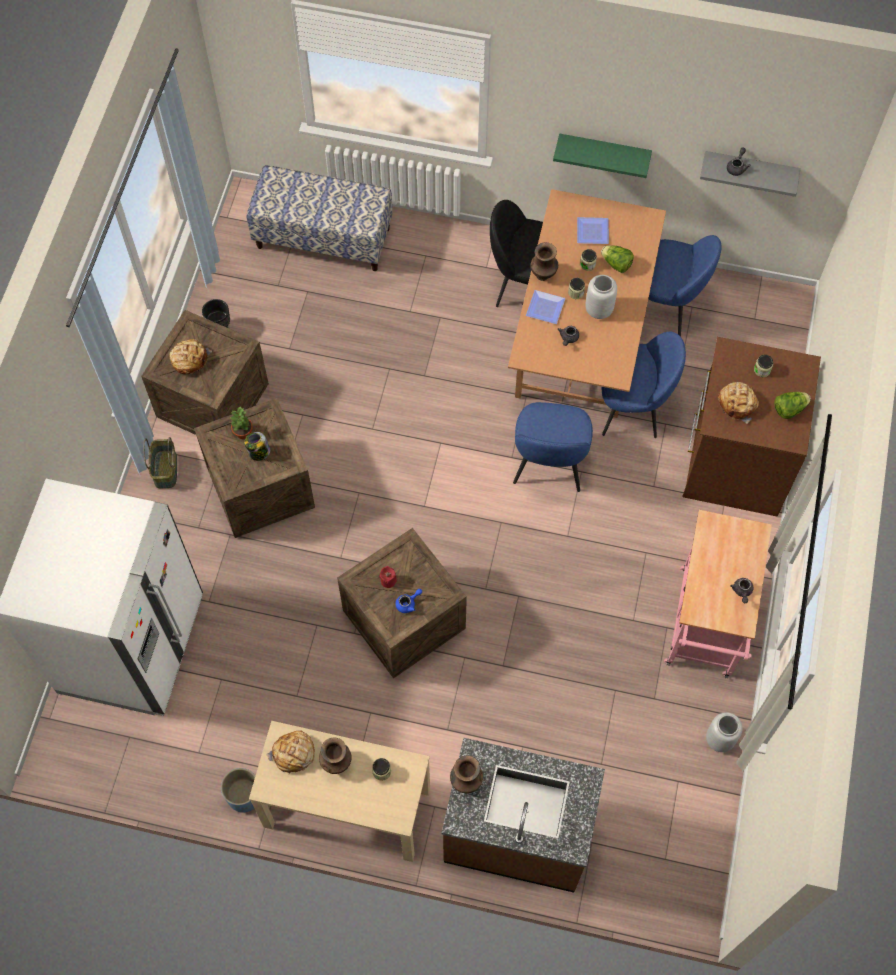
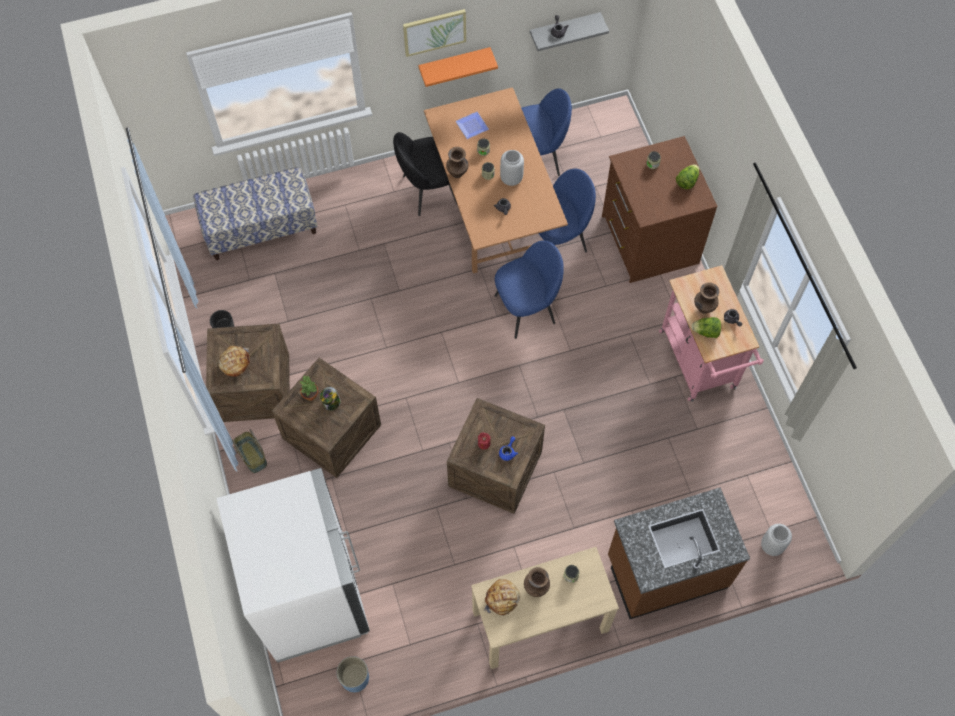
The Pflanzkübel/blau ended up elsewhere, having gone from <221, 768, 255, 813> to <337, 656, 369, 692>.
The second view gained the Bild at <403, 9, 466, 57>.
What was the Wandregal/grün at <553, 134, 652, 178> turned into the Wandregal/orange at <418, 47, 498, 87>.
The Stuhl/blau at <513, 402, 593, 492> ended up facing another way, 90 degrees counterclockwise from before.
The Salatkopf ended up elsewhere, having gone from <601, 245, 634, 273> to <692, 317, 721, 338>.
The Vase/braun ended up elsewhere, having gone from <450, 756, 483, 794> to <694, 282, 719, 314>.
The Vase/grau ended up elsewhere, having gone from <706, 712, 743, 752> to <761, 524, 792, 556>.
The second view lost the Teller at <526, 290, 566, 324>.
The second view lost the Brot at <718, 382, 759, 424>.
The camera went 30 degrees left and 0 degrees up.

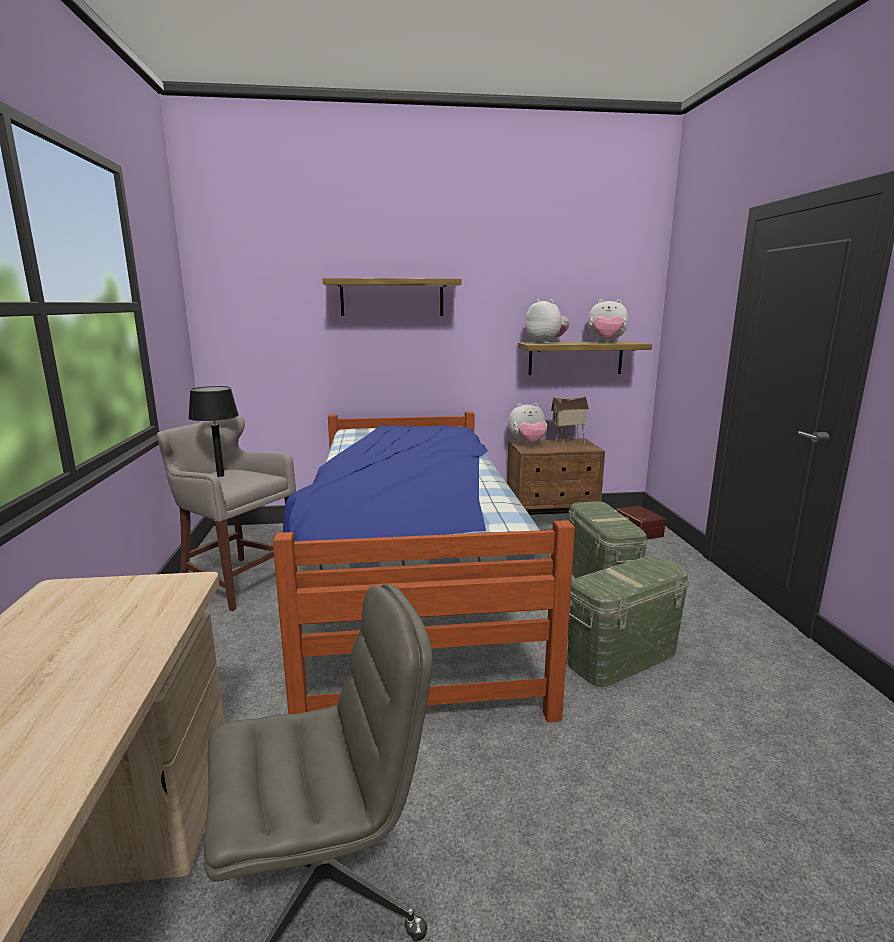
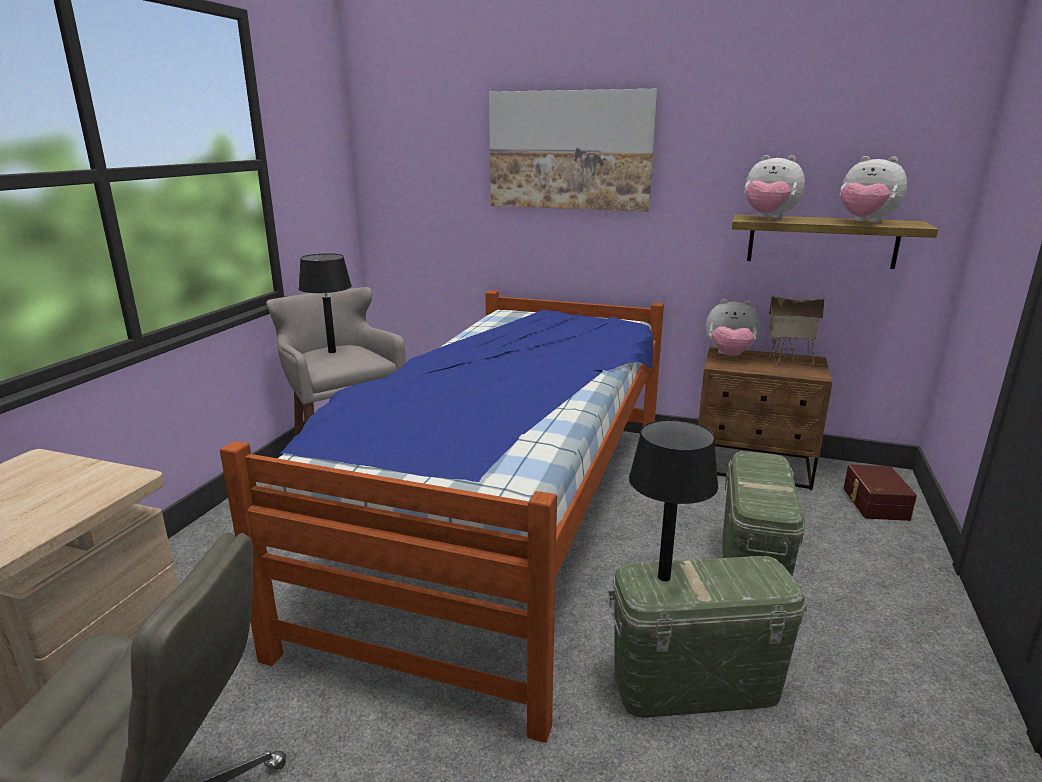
Where the Wandregal hung at <322, 278, 461, 316>, the Bild came to hang at <489, 89, 657, 211>.
The second view gained the Tischlampe/schwarz at <629, 420, 719, 581>.
The Plüschtier at <525, 299, 569, 344> ended up facing another way, 135 degrees clockwise from before.
The camera went 25 degrees right and 5 degrees up.

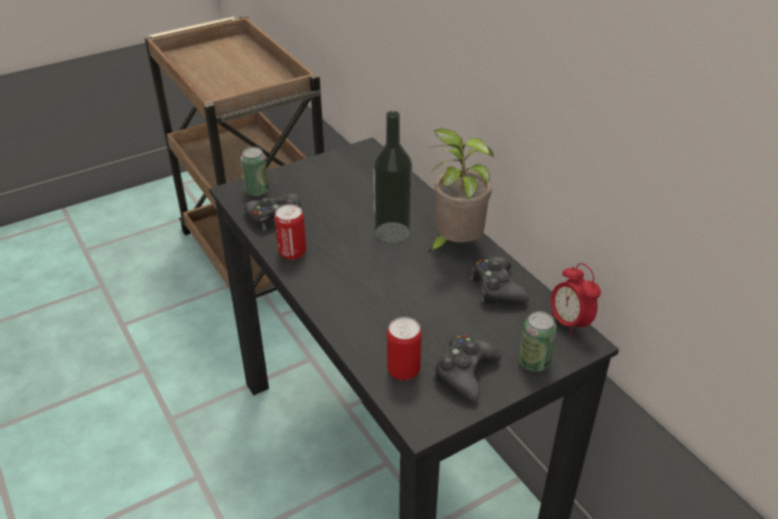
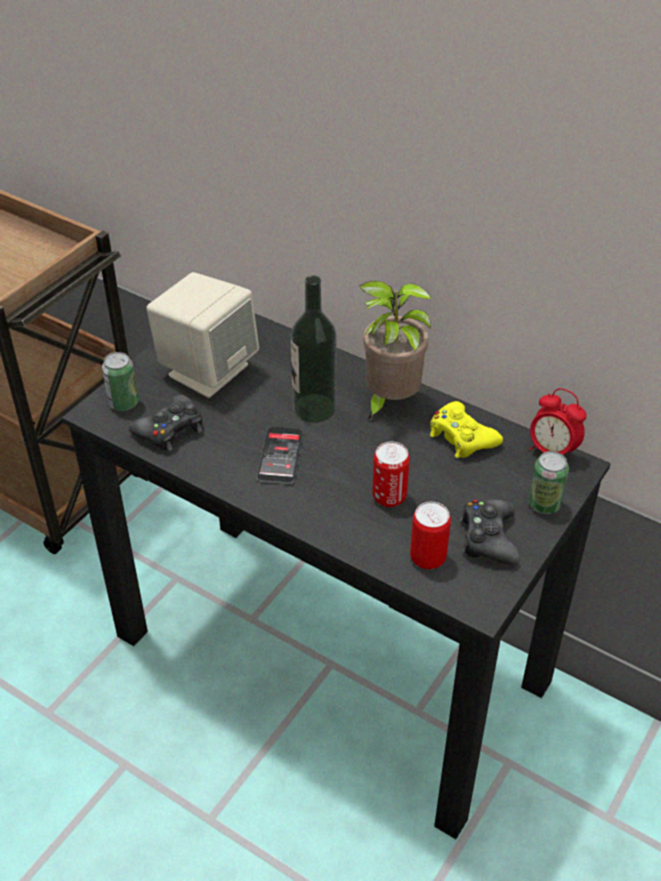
The second view gained the Lautsprecher/beige at <146, 272, 259, 398>.
The second view gained the Handy at <257, 427, 303, 484>.
The Dose ended up elsewhere, having gone from <275, 204, 306, 260> to <372, 442, 410, 507>.
What was the Gamepad/schwarz at <470, 257, 529, 304> turned into the Gamepad/gelb at <430, 401, 503, 458>.
The camera went 25 degrees left and 5 degrees up.

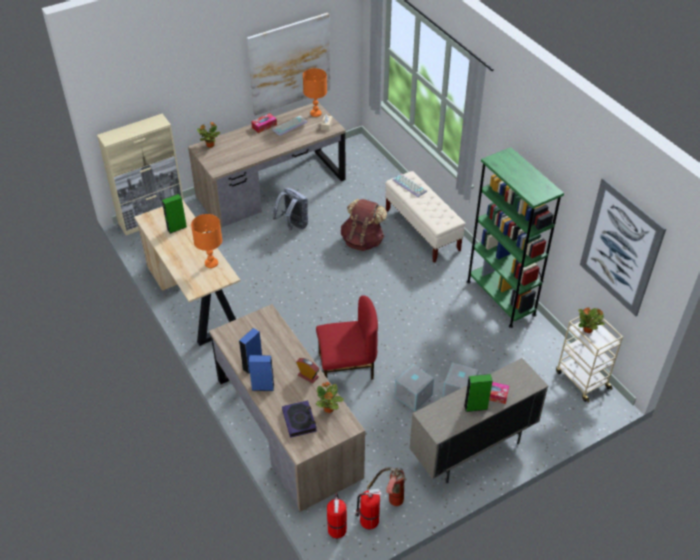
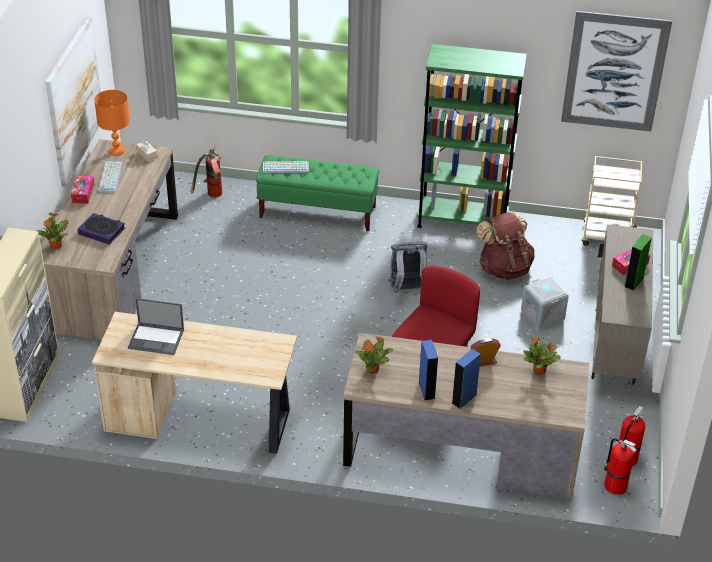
The Buch ended up elsewhere, having gone from <282, 400, 317, 438> to <77, 213, 125, 245>.
Where the Lautsprecher/grün stood at <162, 194, 187, 234>, the Laptop came to stand at <128, 298, 184, 355>.
The Feuerlöscher ended up elsewhere, having gone from <367, 467, 407, 506> to <191, 148, 222, 197>.
What was the Bank/beige at <385, 171, 466, 263> turned into the Bank/grün at <256, 155, 379, 231>.
The Topfpflanze ended up elsewhere, having gone from <578, 308, 605, 333> to <354, 336, 393, 374>.
The Rucksack/grau ended up elsewhere, having gone from <273, 188, 308, 231> to <388, 241, 427, 293>.
The Rucksack/braun ended up elsewhere, having gone from <341, 199, 387, 251> to <476, 212, 535, 280>.
The second view lost the Tischlampe/orange at <191, 214, 222, 268>.
The second view lost the Aufbewahrungsbox/grau at <394, 364, 434, 411>.
The camera went 50 degrees left and 5 degrees down.

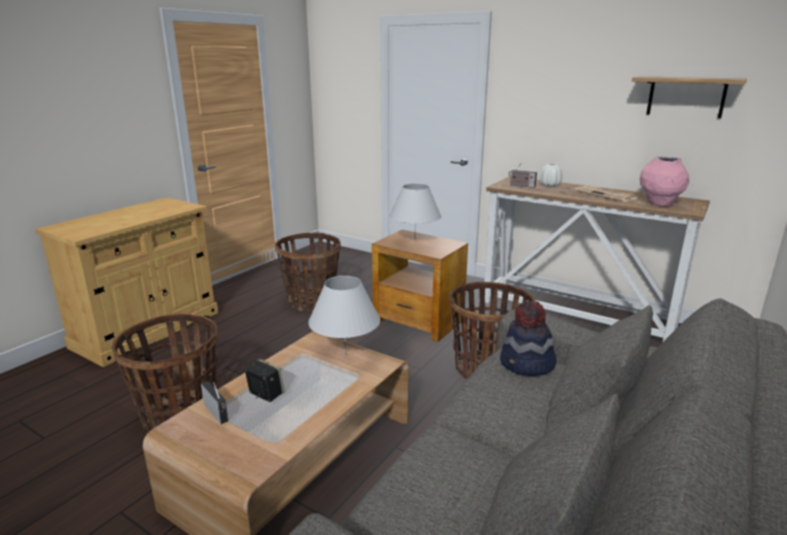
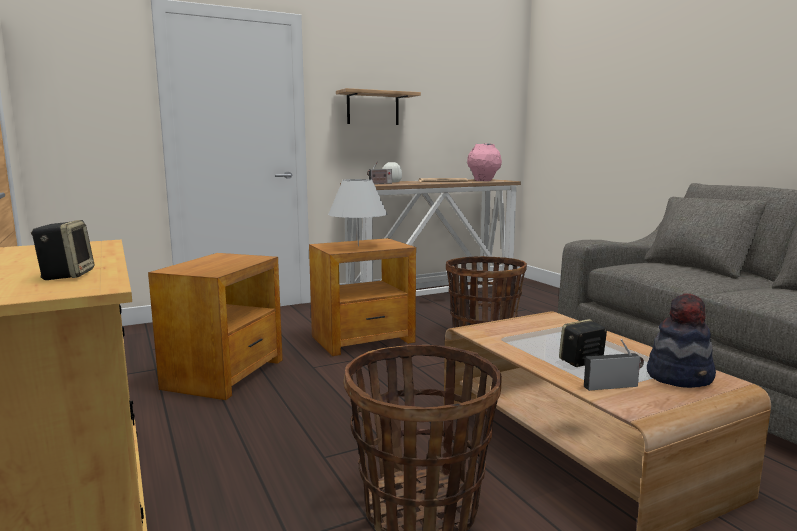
The second view gained the Lautsprecher at <31, 220, 94, 280>.
Where the Korb stood at <275, 233, 341, 311>, the Beistelltisch/braun came to stand at <148, 253, 283, 400>.
The Wandregal ended up elsewhere, having gone from <632, 76, 747, 118> to <336, 88, 421, 125>.
The Hut ended up elsewhere, having gone from <500, 301, 557, 376> to <647, 293, 716, 388>.
The second view lost the Tischlampe/weiß at <308, 276, 380, 355>.
The camera went 60 degrees left and 10 degrees down.

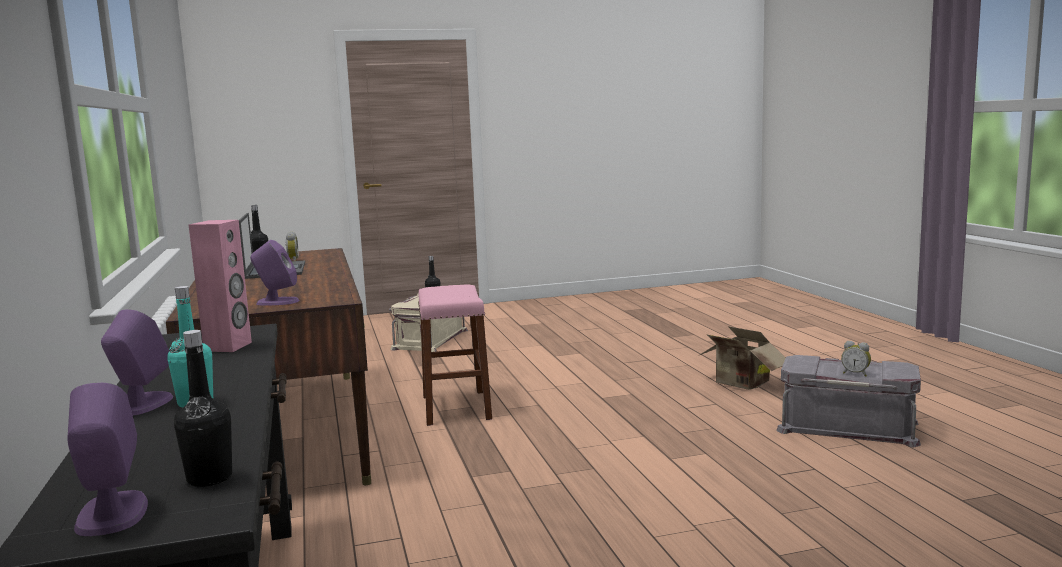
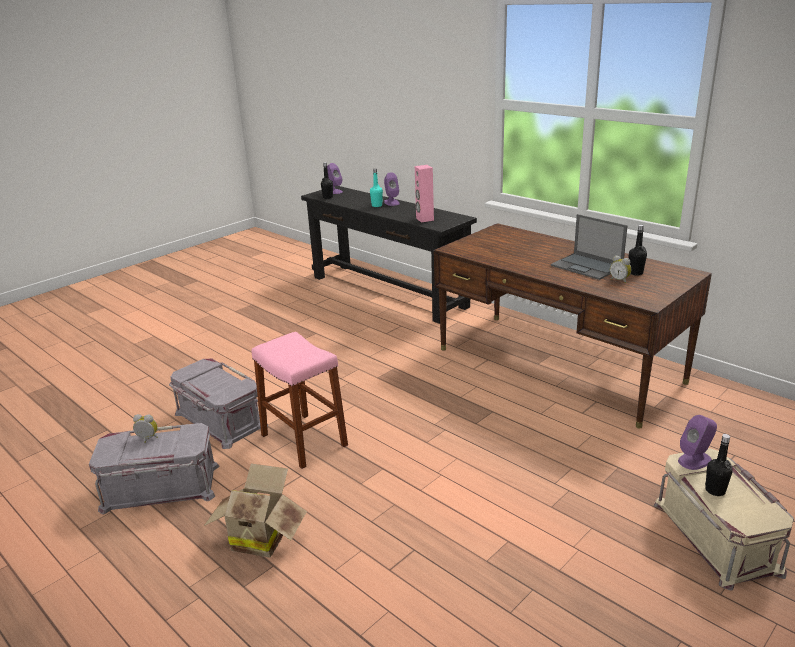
The second view gained the Aufbewahrungsbox/grau at <169, 358, 268, 449>.
The Hocker/rosa ended up elsewhere, having gone from <418, 284, 492, 426> to <252, 332, 348, 469>.
The Lautsprecher/lila ended up elsewhere, having gone from <250, 240, 299, 306> to <678, 415, 717, 470>.
The camera went 150 degrees right and 15 degrees up.

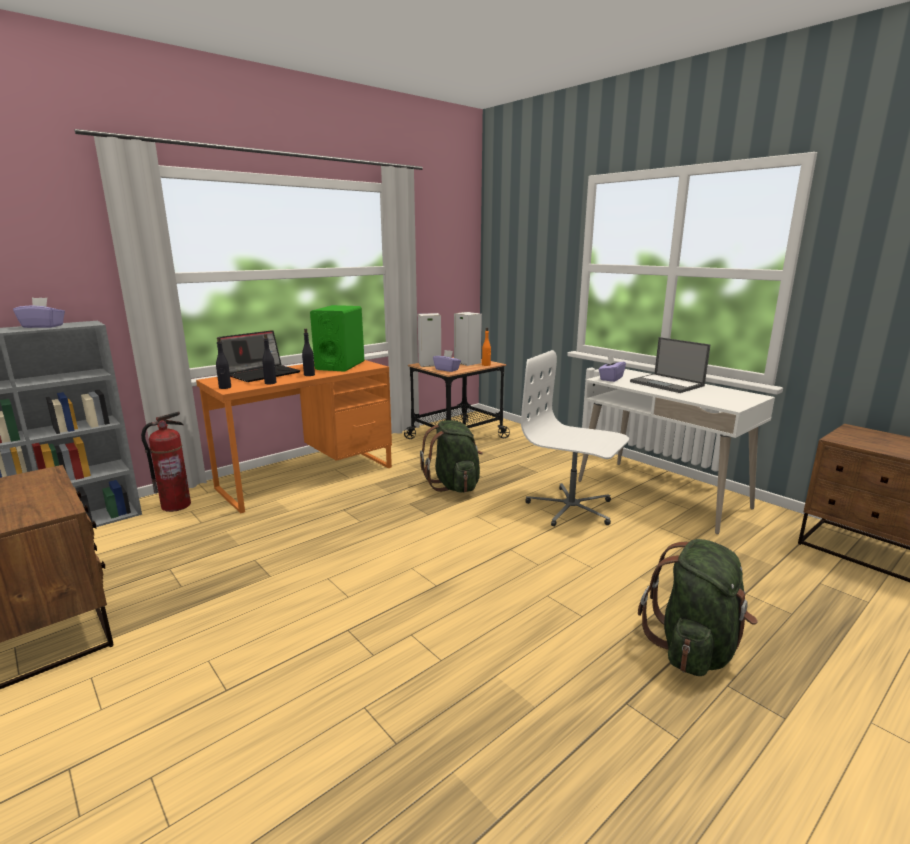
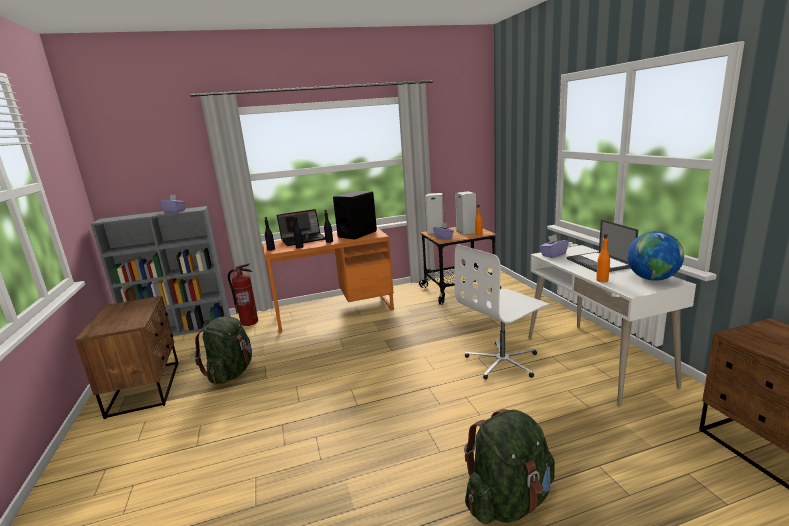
The Rucksack/grün ended up elsewhere, having gone from <420, 420, 483, 492> to <194, 316, 252, 384>.
What was the Lautsprecher/grün at <310, 305, 364, 372> turned into the Lautsprecher/schwarz at <333, 191, 377, 240>.
The Bürostuhl/weiß at <521, 350, 629, 527> ended up facing another way, 90 degrees counterclockwise from before.
The second view gained the Flasche/orange at <596, 234, 610, 282>.
The second view gained the Globus at <627, 231, 684, 281>.
The camera went 25 degrees right and 0 degrees up.

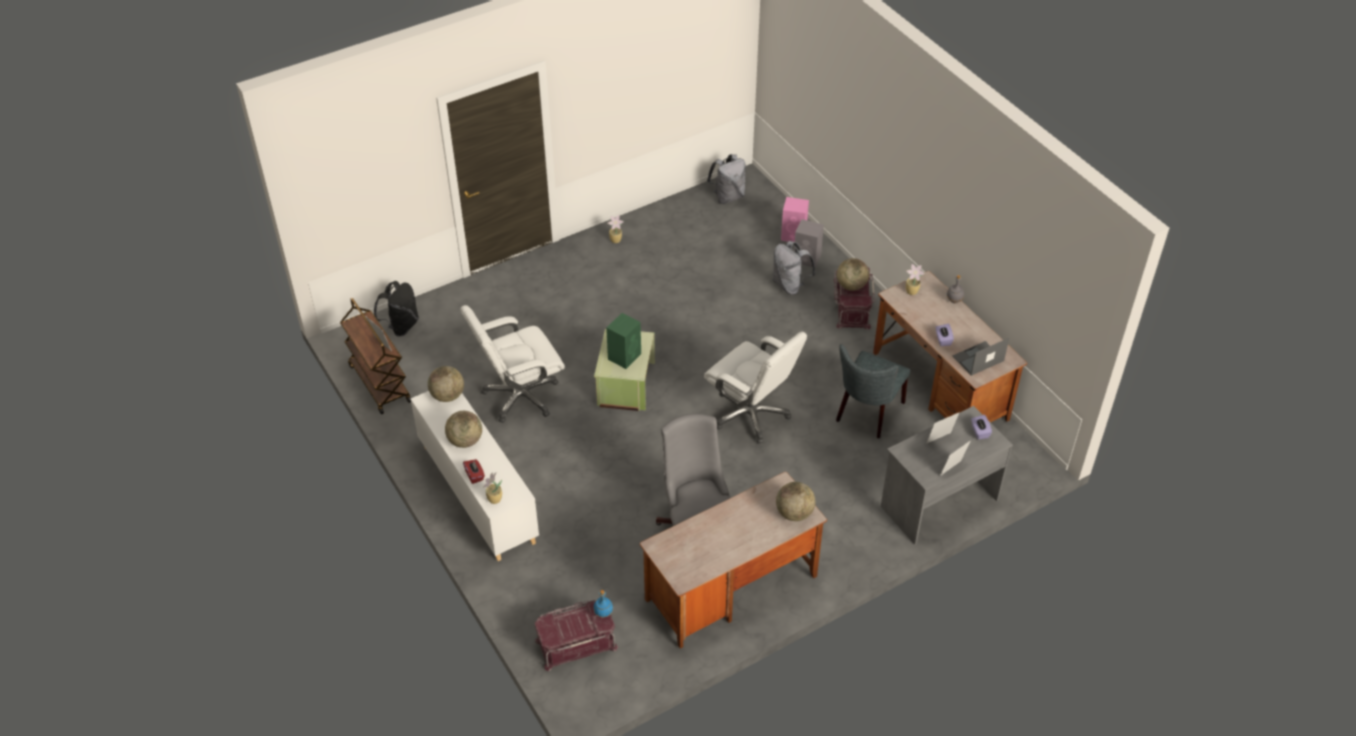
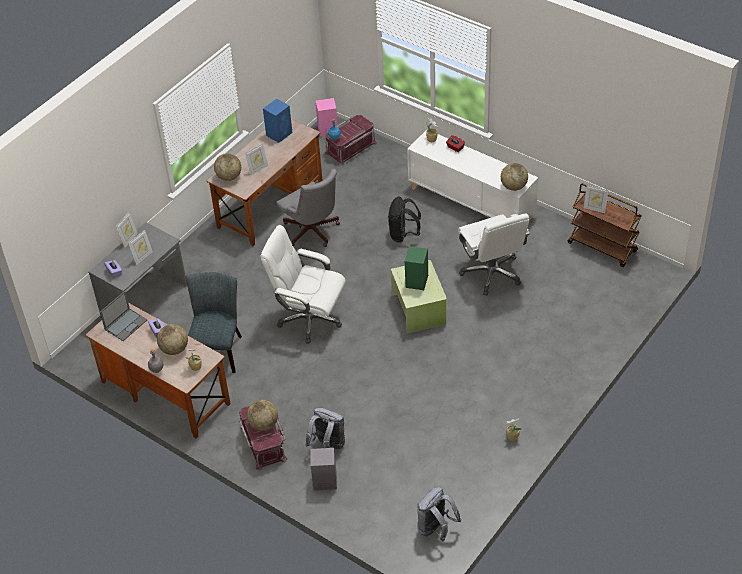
The Globus ended up elsewhere, having gone from <445, 411, 482, 448> to <157, 324, 188, 355>.
The second view gained the Bilderrahmen at <245, 143, 268, 175>.
The second view gained the Lautsprecher/blau at <263, 99, 292, 143>.
The Lautsprecher/rosa ended up elsewhere, having gone from <781, 197, 809, 242> to <316, 98, 338, 136>.
The Rucksack/schwarz ended up elsewhere, having gone from <374, 281, 419, 337> to <388, 197, 421, 243>.
The Bürostuhl/weiß at <460, 305, 565, 423> ended up facing another way, 120 degrees clockwise from before.
The camera went 160 degrees right and 0 degrees up.

